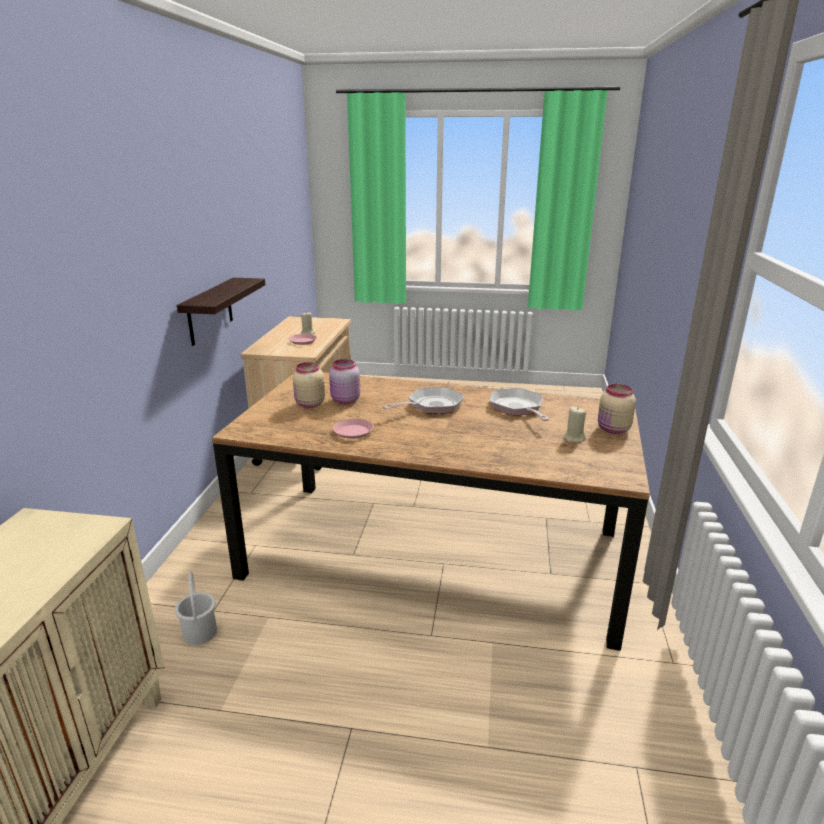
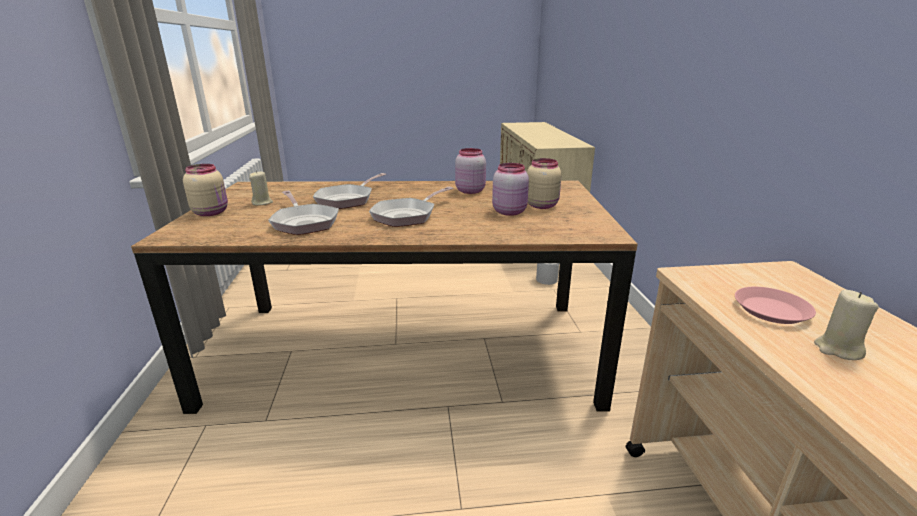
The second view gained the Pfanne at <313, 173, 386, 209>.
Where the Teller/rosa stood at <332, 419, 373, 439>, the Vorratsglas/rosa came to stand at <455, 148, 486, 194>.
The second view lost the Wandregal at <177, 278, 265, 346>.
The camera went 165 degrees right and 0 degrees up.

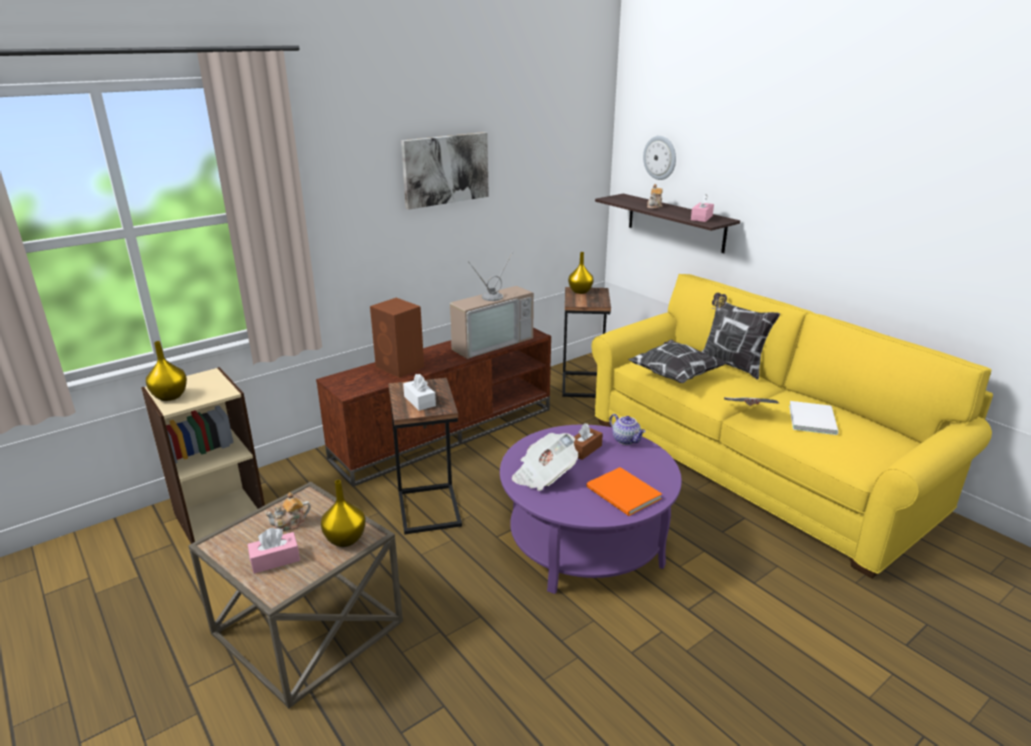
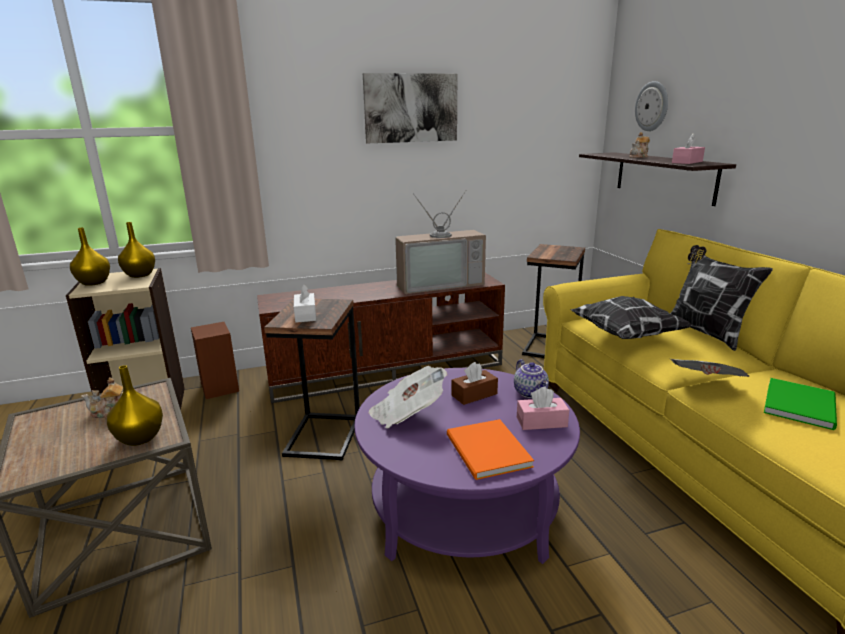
The Vase/gelb ended up elsewhere, having gone from <568, 252, 594, 294> to <118, 222, 155, 278>.
The Lautsprecher/braun ended up elsewhere, having gone from <370, 298, 424, 378> to <191, 322, 239, 399>.
The Taschentuchbox/rosa ended up elsewhere, having gone from <248, 528, 300, 574> to <517, 387, 569, 430>.
What was the Buch/weiß at <789, 401, 839, 435> turned into the Buch/grün at <764, 378, 837, 430>.
The camera went 20 degrees right and 5 degrees down.

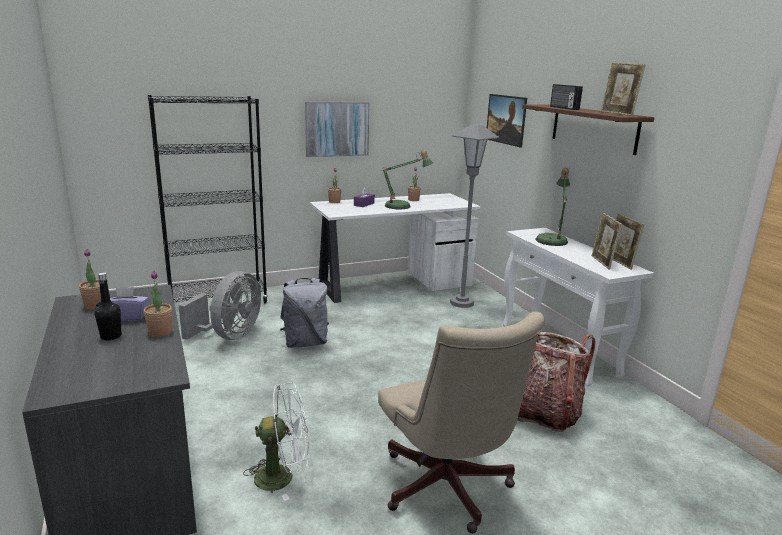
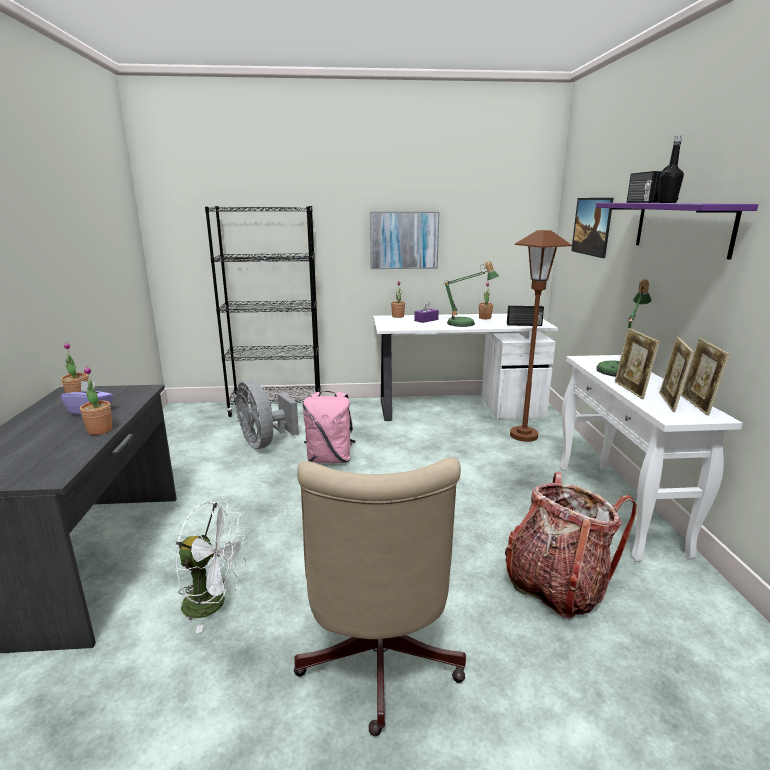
The Ventilator/grau at <179, 271, 261, 340> ended up facing another way, 105 degrees clockwise from before.
What was the Rucksack/grau at <280, 278, 329, 348> turned into the Rucksack/rosa at <303, 391, 355, 463>.
The second view gained the Radio at <507, 305, 544, 326>.
What was the Stehlampe/grau at <450, 124, 499, 308> turned into the Stehlampe/braun at <510, 230, 572, 442>.
What was the Wandregal/braun at <522, 104, 655, 155> turned into the Wandregal/lila at <596, 203, 758, 260>.
The Bilderrahmen ended up elsewhere, having gone from <601, 62, 646, 116> to <615, 328, 660, 399>.
The Flasche/schwarz ended up elsewhere, having gone from <94, 272, 121, 340> to <657, 136, 684, 203>.
The camera went 20 degrees right and 0 degrees up.

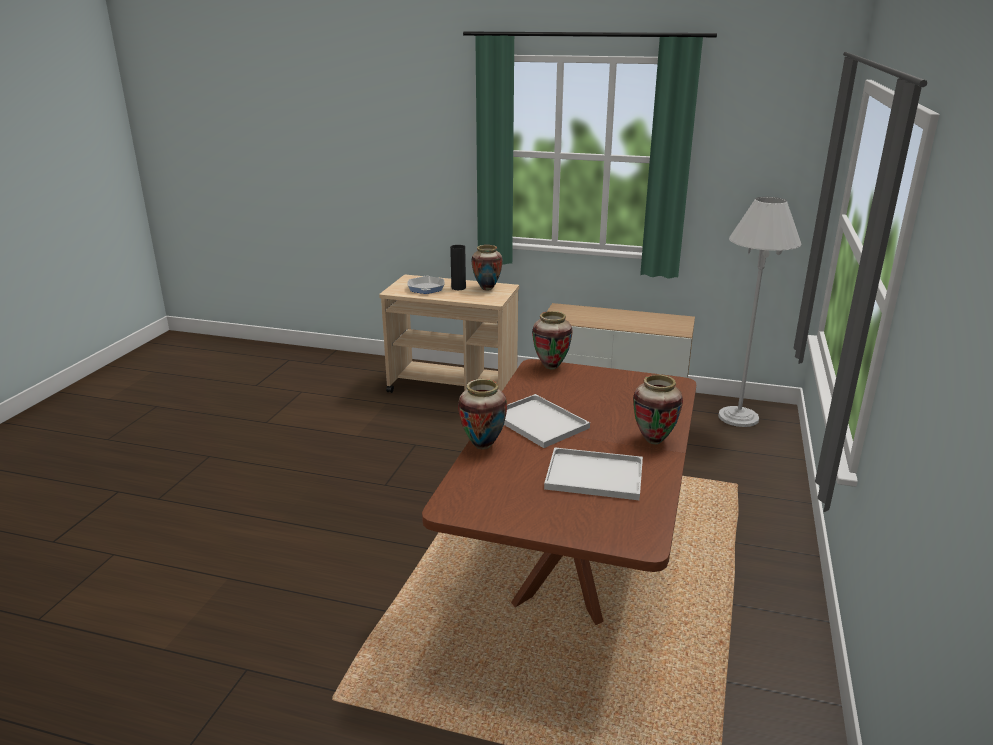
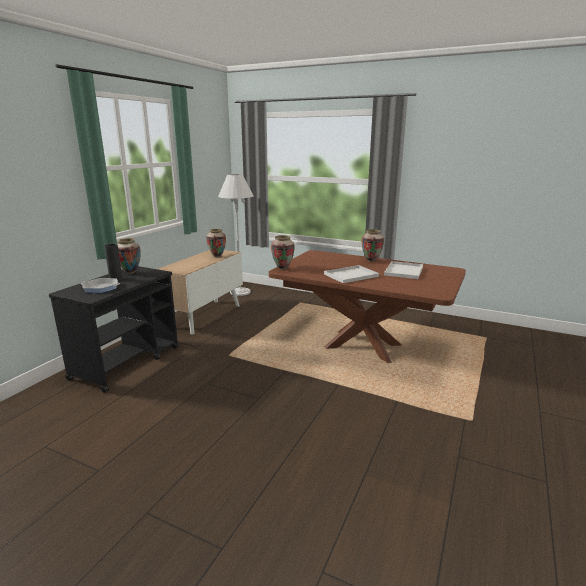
What was the Rollwagen/beige at <379, 275, 519, 393> turned into the Rollwagen/schwarz at <49, 266, 179, 393>.
The Vase ended up elsewhere, having gone from <458, 379, 507, 450> to <206, 229, 226, 257>.
The camera went 80 degrees left and 5 degrees down.

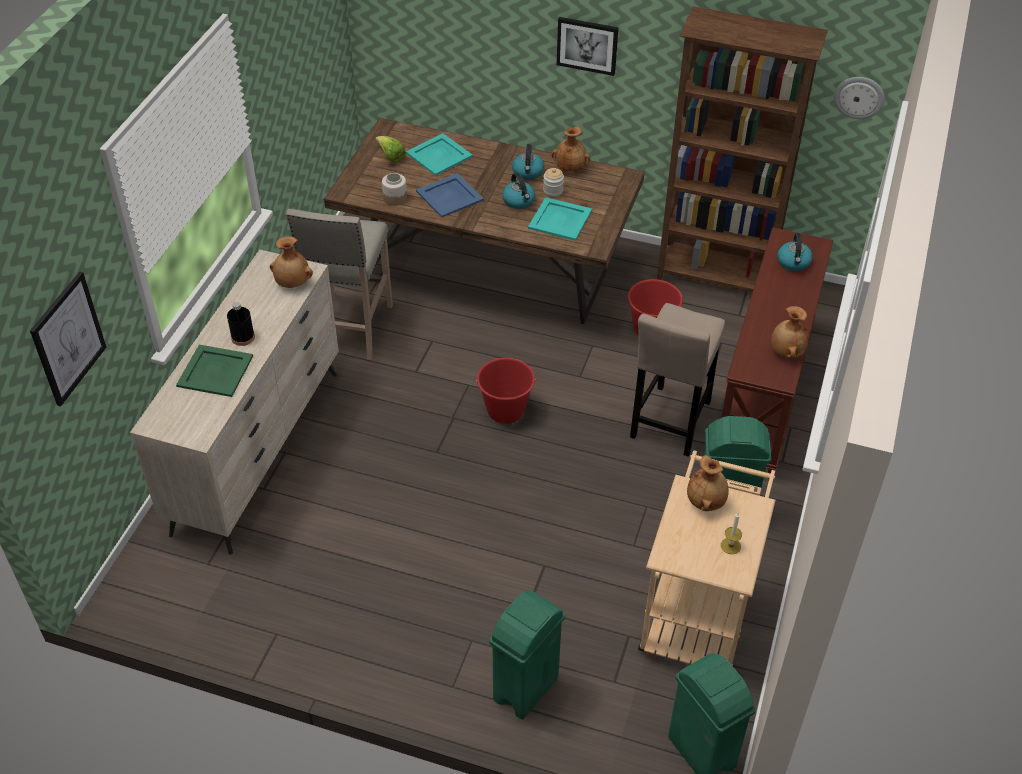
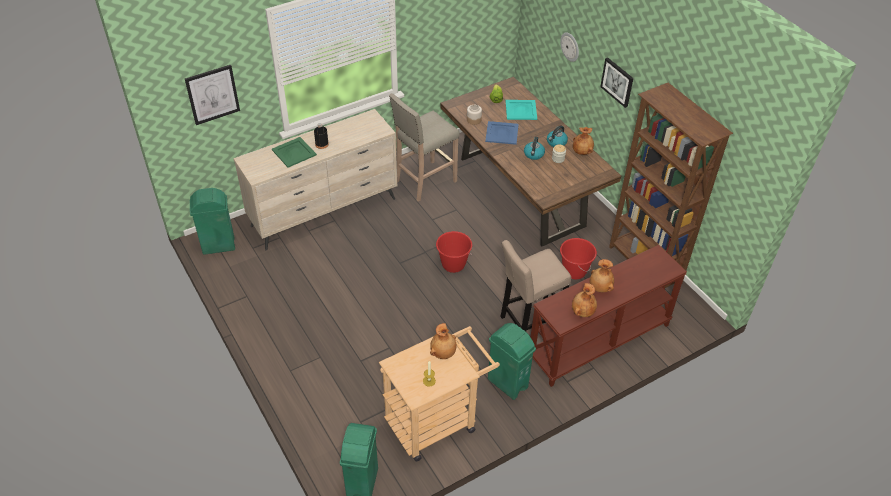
The Mülleimer/grün ended up elsewhere, having gone from <489, 591, 565, 720> to <190, 188, 235, 255>.
The Wanduhr ended up elsewhere, having gone from <834, 77, 885, 119> to <560, 32, 579, 62>.
The Vase/braun ended up elsewhere, having gone from <270, 236, 313, 288> to <590, 259, 614, 292>.
The second view lost the Tablett/türkis at <528, 197, 592, 241>.
The second view lost the Wasserkessel at <777, 233, 813, 271>.
The camera went 40 degrees right and 0 degrees up.

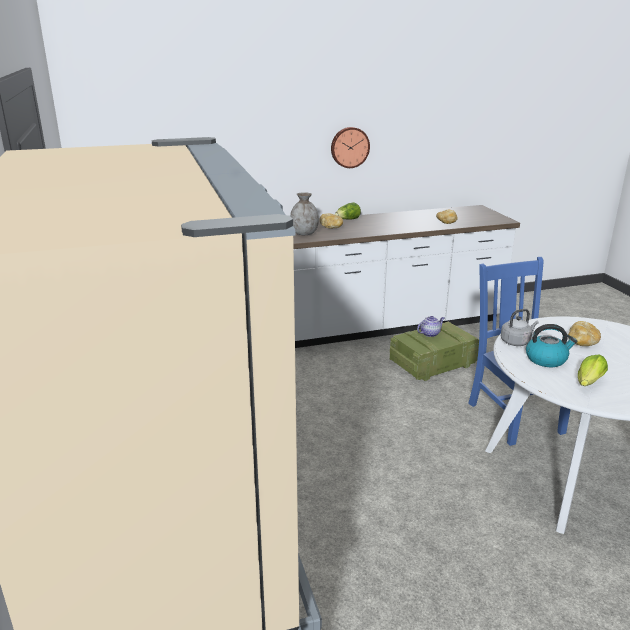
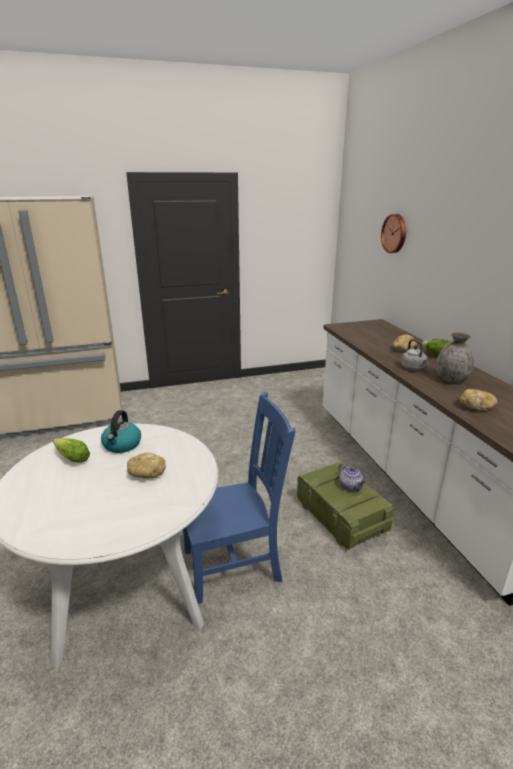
The Wanduhr ended up elsewhere, having gone from <331, 127, 370, 168> to <381, 214, 406, 253>.
The Wasserkessel/grau ended up elsewhere, having gone from <501, 309, 539, 346> to <401, 339, 428, 370>.
The Vase/grau ended up elsewhere, having gone from <290, 192, 319, 235> to <436, 332, 474, 383>.
The camera went 90 degrees right and 0 degrees up.

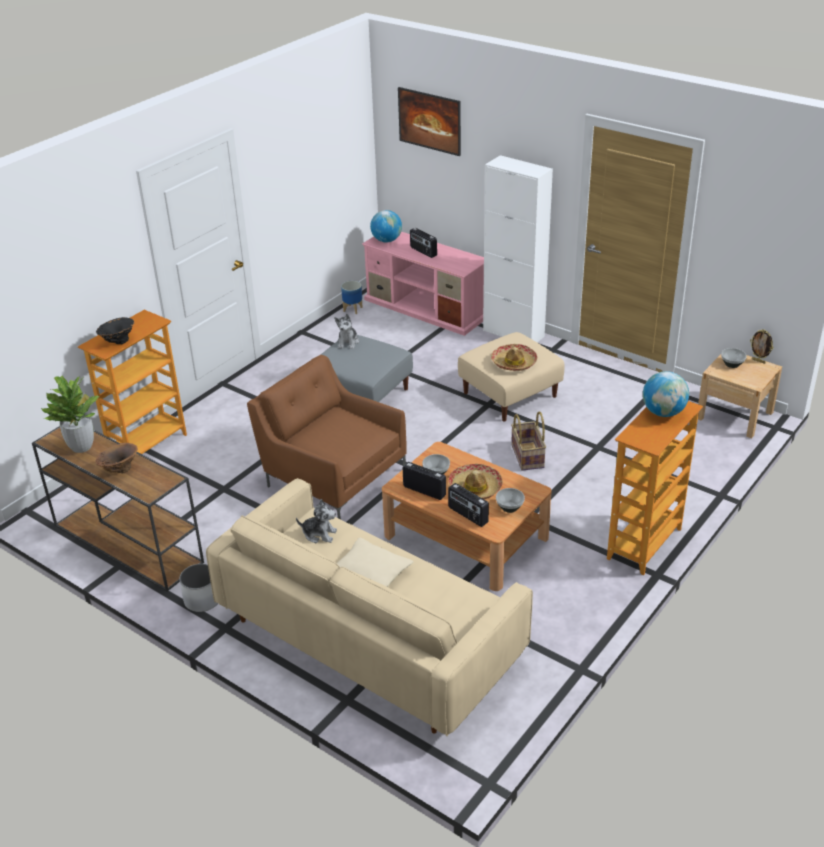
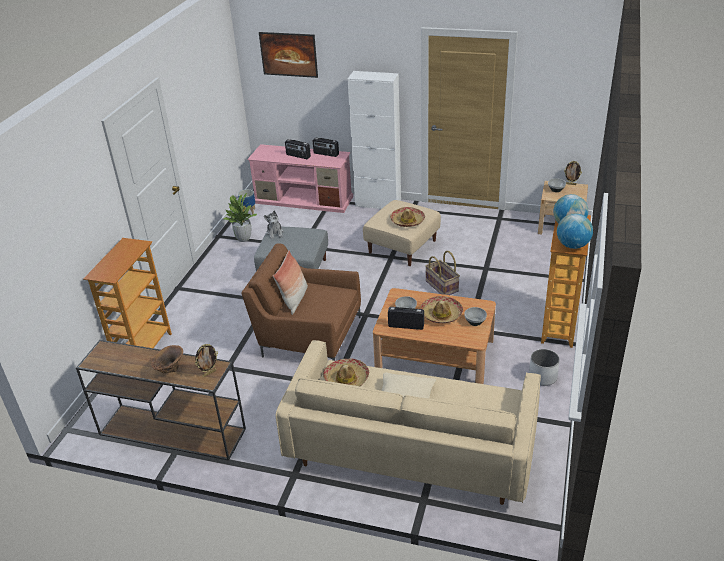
The second view gained the Bilderrahmen at <195, 344, 218, 377>.
The Topfpflanze ended up elsewhere, having gone from <41, 375, 100, 453> to <223, 193, 257, 242>.
The second view gained the Kissen at <273, 250, 308, 315>.
The Radio ended up elsewhere, having gone from <448, 483, 489, 527> to <313, 138, 339, 157>.
Where the Plüschtier stood at <296, 499, 337, 543>, the Hut came to stand at <323, 359, 369, 386>.
The Pflanzkübel/weiß ended up elsewhere, having gone from <179, 564, 218, 612> to <529, 349, 560, 386>.
The Globus ended up elsewhere, having gone from <370, 210, 402, 242> to <557, 214, 593, 249>.
The second view lost the Vase/schwarz at <96, 317, 134, 344>.
The camera went 20 degrees left and 0 degrees up.

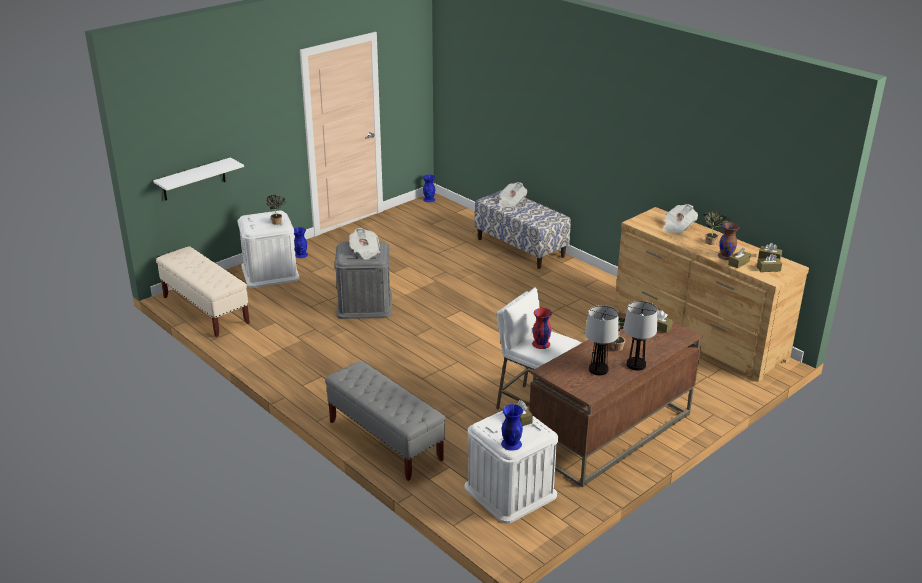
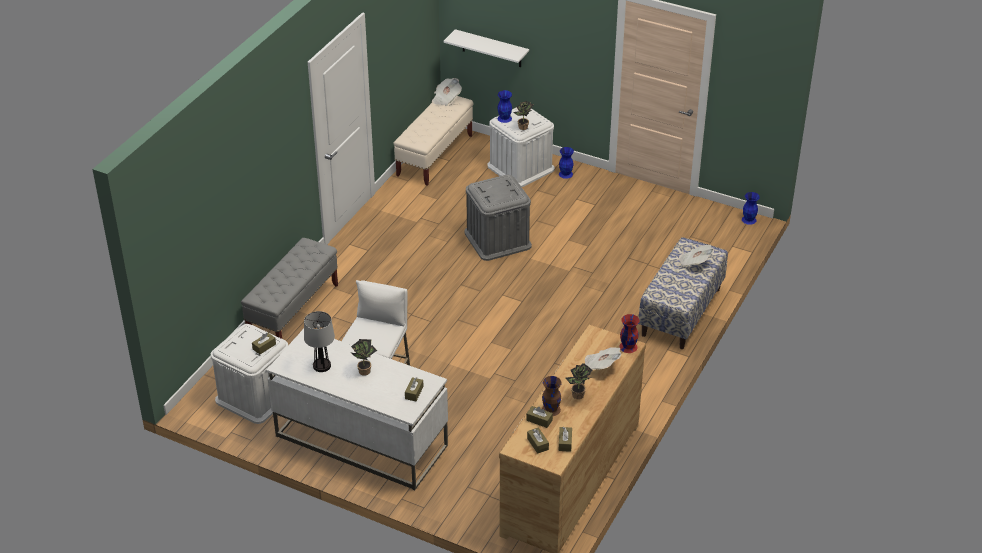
What was the Schreibtisch/braun at <529, 321, 702, 488> turned into the Schreibtisch/weiß at <267, 329, 448, 490>.
The Zeitung ended up elsewhere, having gone from <349, 228, 381, 260> to <432, 78, 462, 106>.
The Vase/blau ended up elsewhere, having gone from <501, 404, 523, 451> to <497, 90, 512, 123>.
The Vase/rot ended up elsewhere, having gone from <532, 308, 552, 349> to <619, 314, 639, 353>.
The second view lost the Tischlampe at <623, 301, 657, 371>.
The camera went 70 degrees right and 10 degrees up.

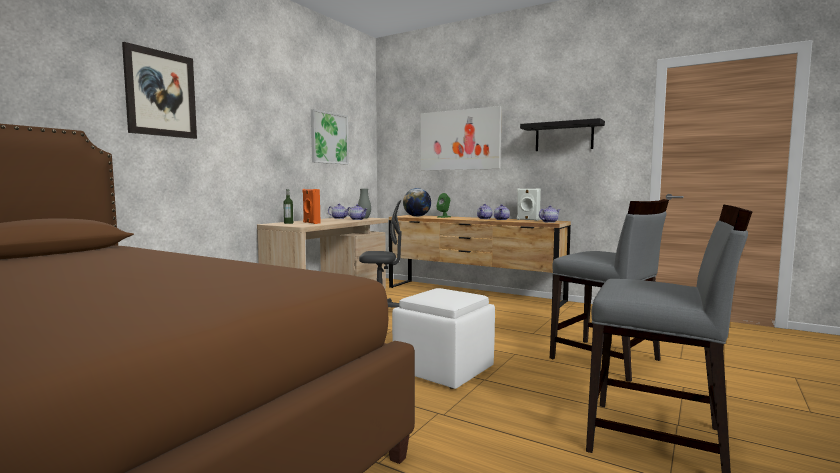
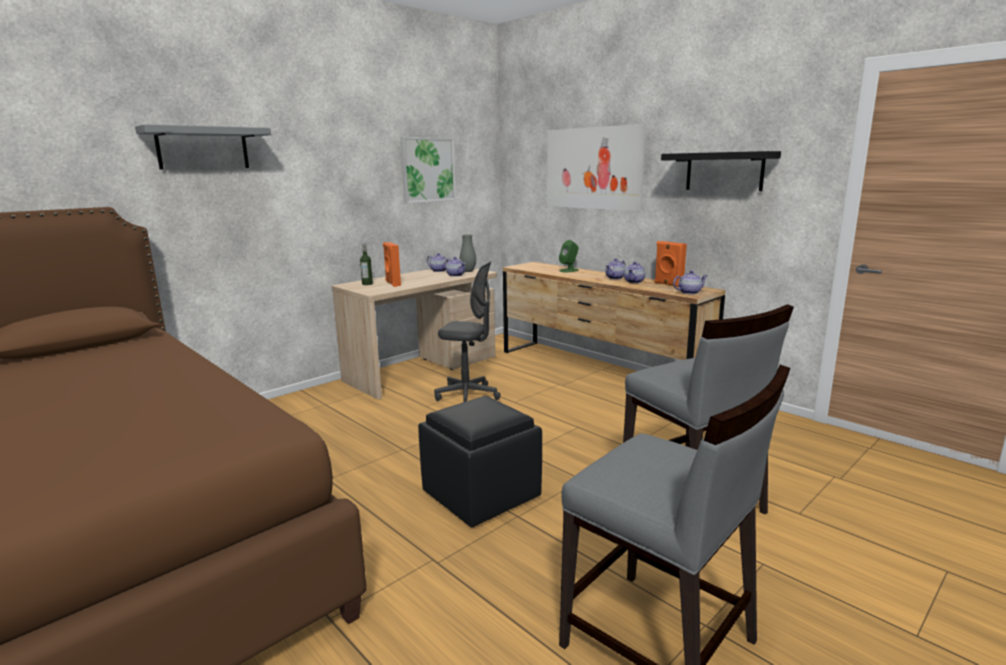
Where the Bild hung at <122, 42, 197, 139>, the Wandregal/grau came to hang at <135, 124, 271, 169>.
What was the Polsterhocker/weiß at <392, 288, 495, 389> turned into the Polsterhocker/schwarz at <418, 396, 542, 528>.
What was the Lautsprecher/weiß at <517, 188, 541, 221> turned into the Lautsprecher/orange at <654, 241, 687, 287>.
The second view lost the Globus at <403, 188, 431, 217>.
The camera went 15 degrees right and 10 degrees up.

